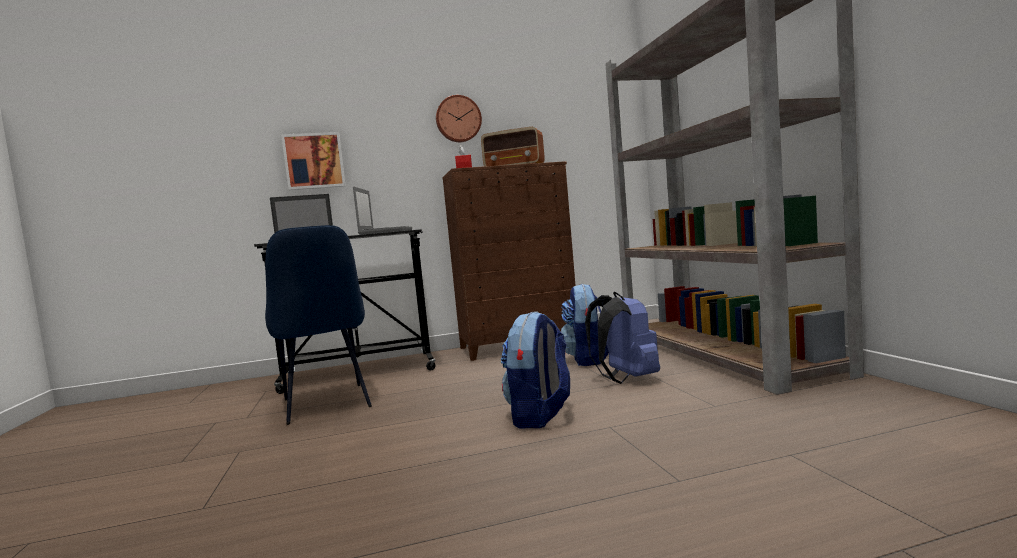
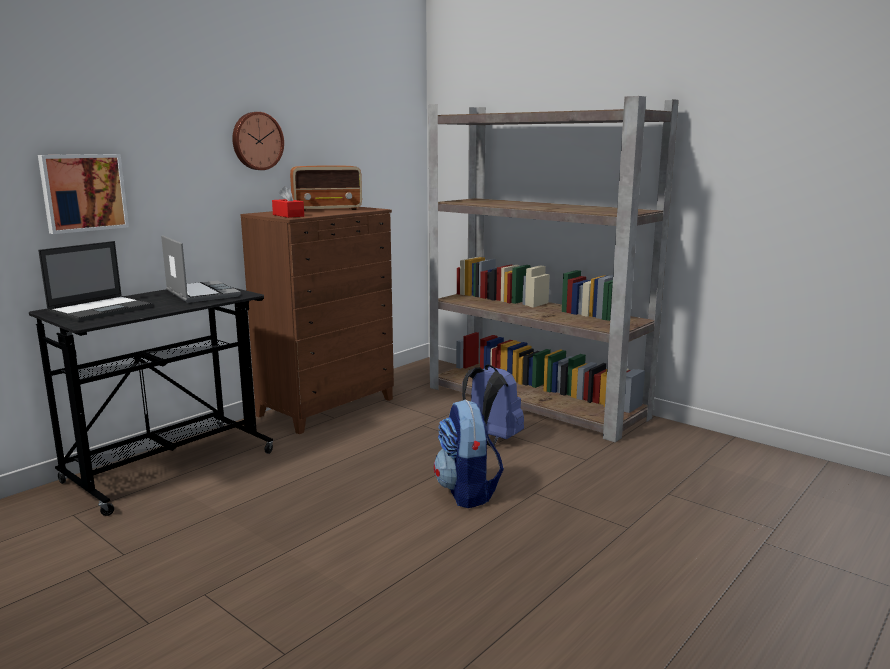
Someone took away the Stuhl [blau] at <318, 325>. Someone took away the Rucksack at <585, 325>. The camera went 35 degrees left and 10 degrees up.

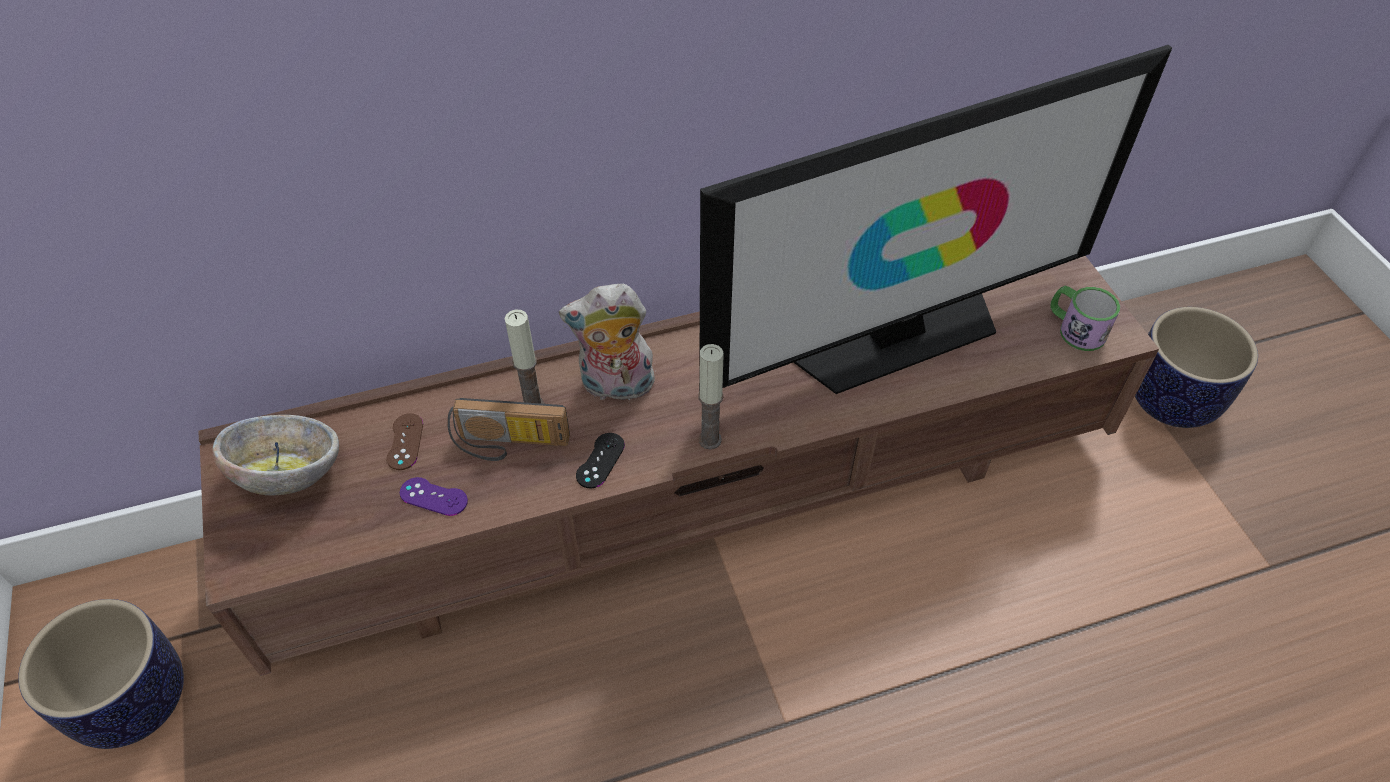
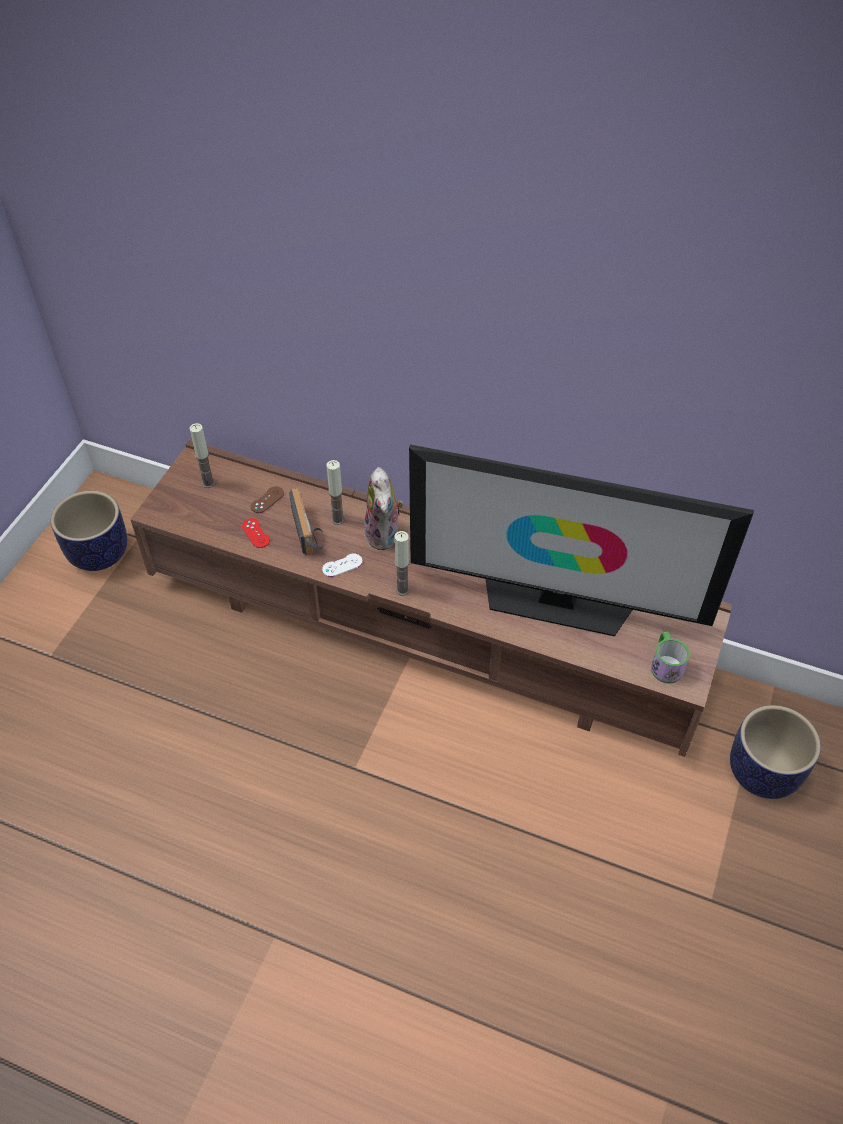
Someone swapped the Schüssel at <276, 455> for the Kerze at <202, 455>. Someone repainted the Gamepad [lila] at <434, 496>, which became the Gamepad [rot] at <256, 533>. Someone rotated the Radio at <509, 429> by 150 degrees counterclockwise. Someone repainted the Gamepad [schwarz] at <600, 460>, which became the Gamepad [weiß] at <342, 565>. Someone rotated the Plüschtier at <607, 342> by 135 degrees counterclockwise. The camera went 40 degrees right and 0 degrees up.

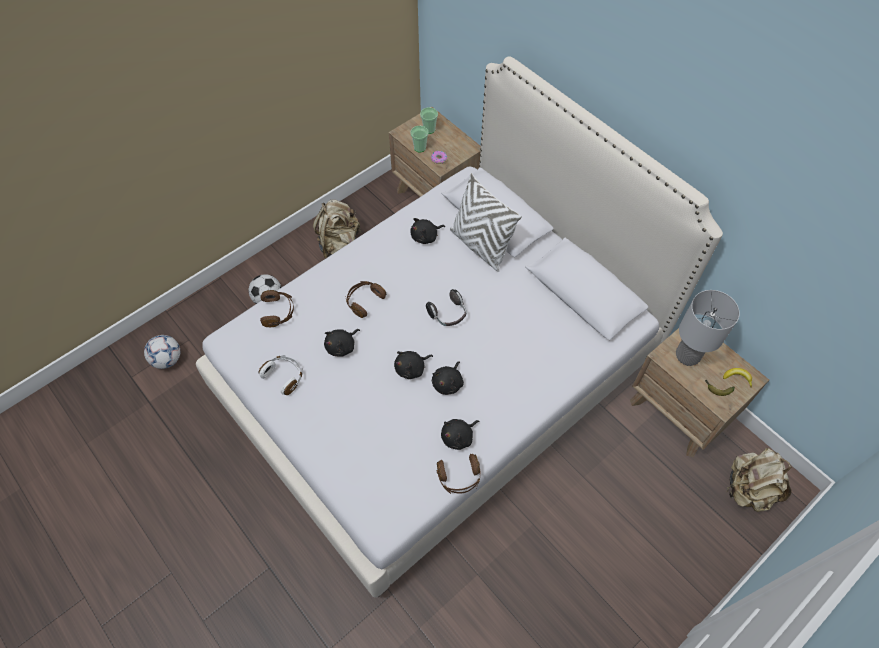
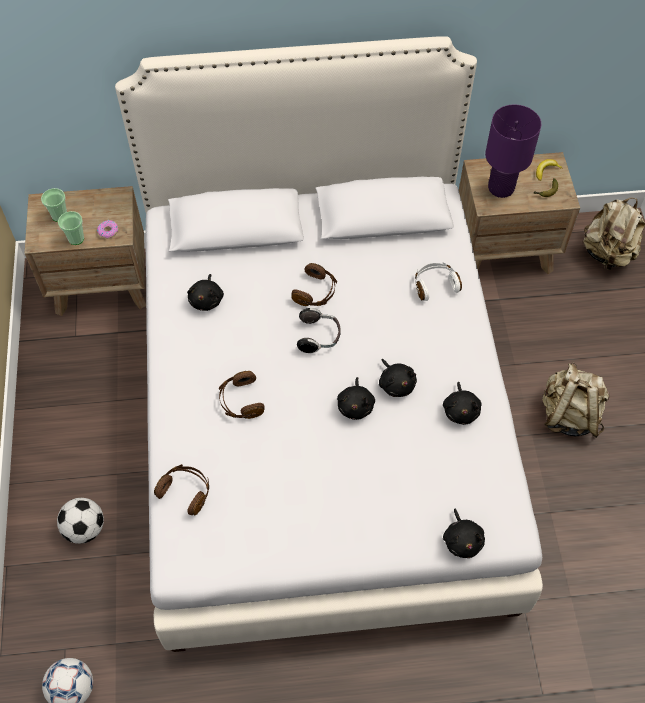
Someone carried the Kopfhörer [braun] from <458, 474> to <314, 284>. Someone carried the Kopfhörer [weiß] from <280, 375> to <438, 281>. Someone carried the Plüschtier [schwarz] from <342, 343> to <464, 533>. Someone repainted the Tischlampe [grau] at <708, 328>, which became the Tischlampe [lila] at <513, 151>. Someone carried the Rucksack [beige] from <337, 229> to <575, 400>. Someone took away the Kissen [weiß] at <486, 222>. The camera went 55 degrees left and 0 degrees up.

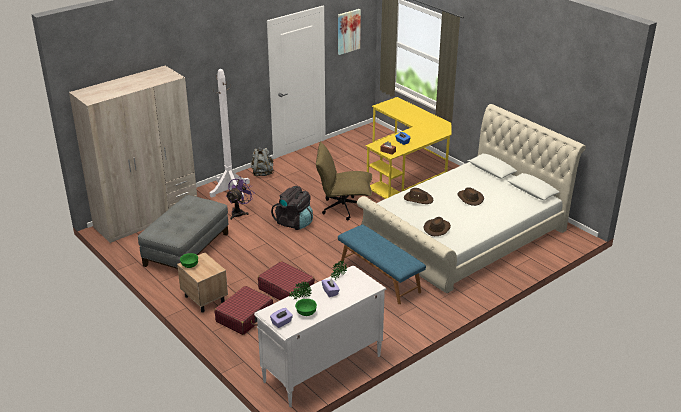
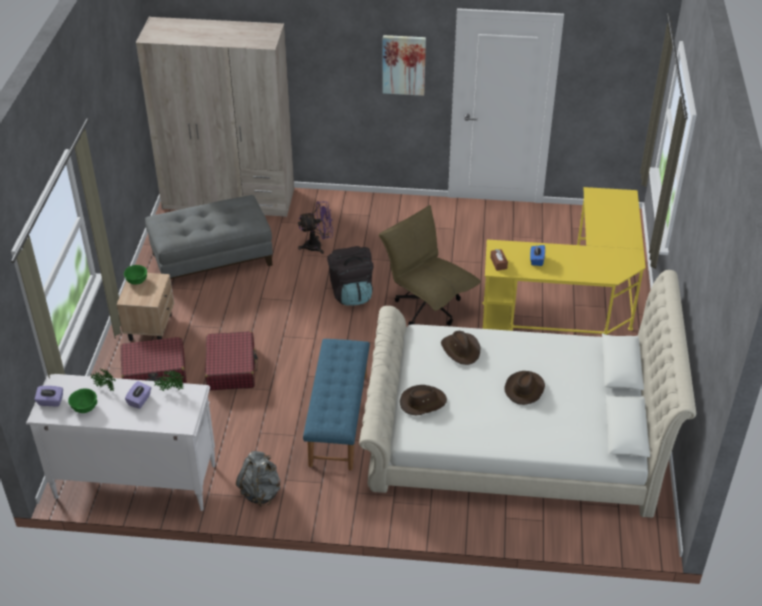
Someone carried the Rucksack [grau] from <262, 162> to <258, 479>. Someone carried the Bild from <349, 32> to <404, 65>. Someone took away the Kleiderständer [weiß] at <229, 133>. The camera went 45 degrees right and 10 degrees up.

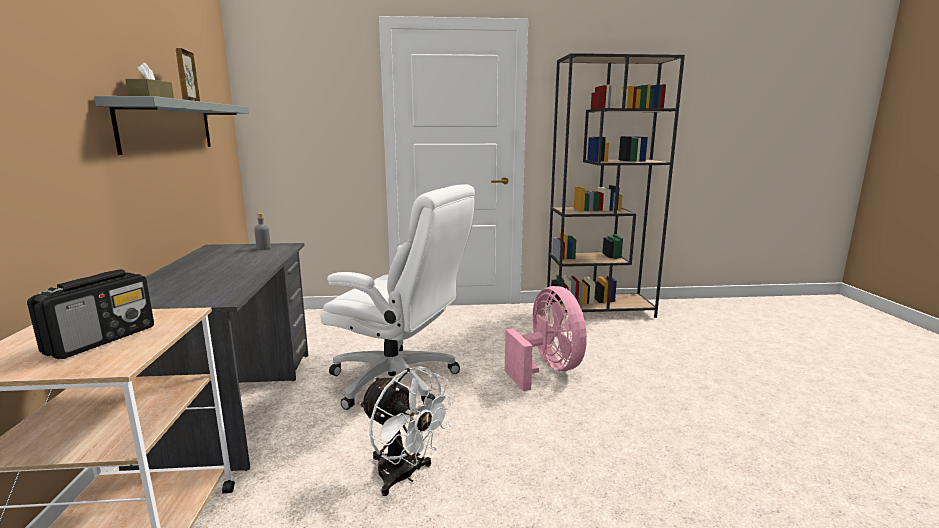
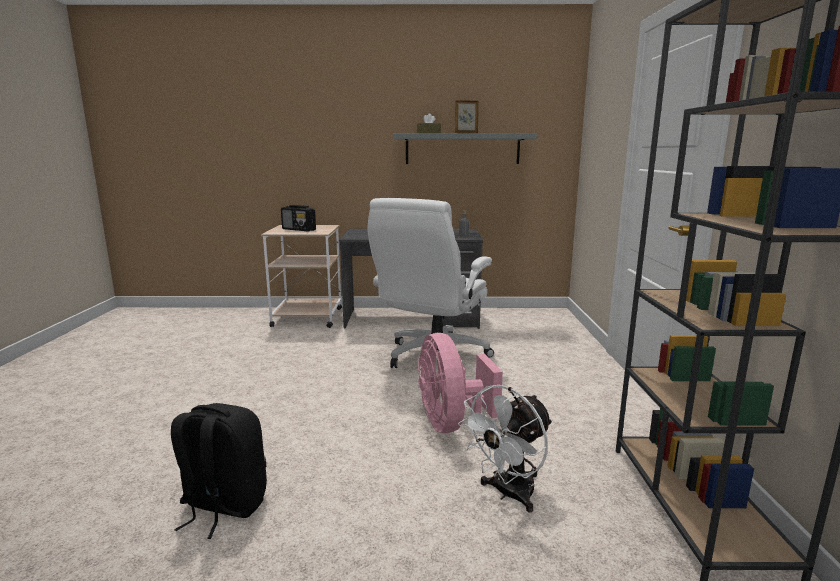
Someone put down the Rucksack [schwarz] at <219, 471>. Someone rotated the Ventilator [rosa] at <546, 338> by 90 degrees clockwise. Someone carried the Ventilator [weiß] from <407, 431> to <505, 449>. The camera went 95 degrees right and 0 degrees up.

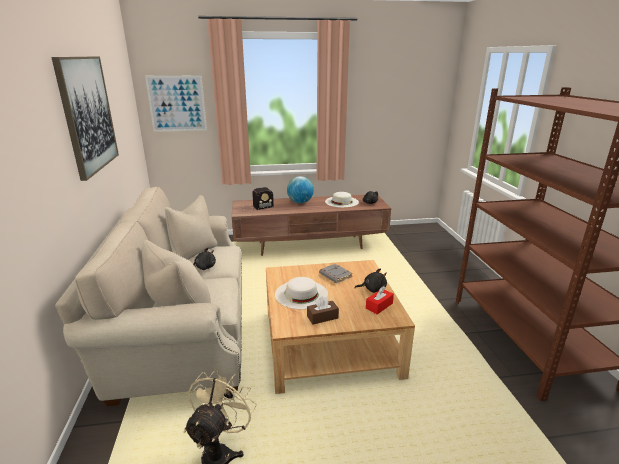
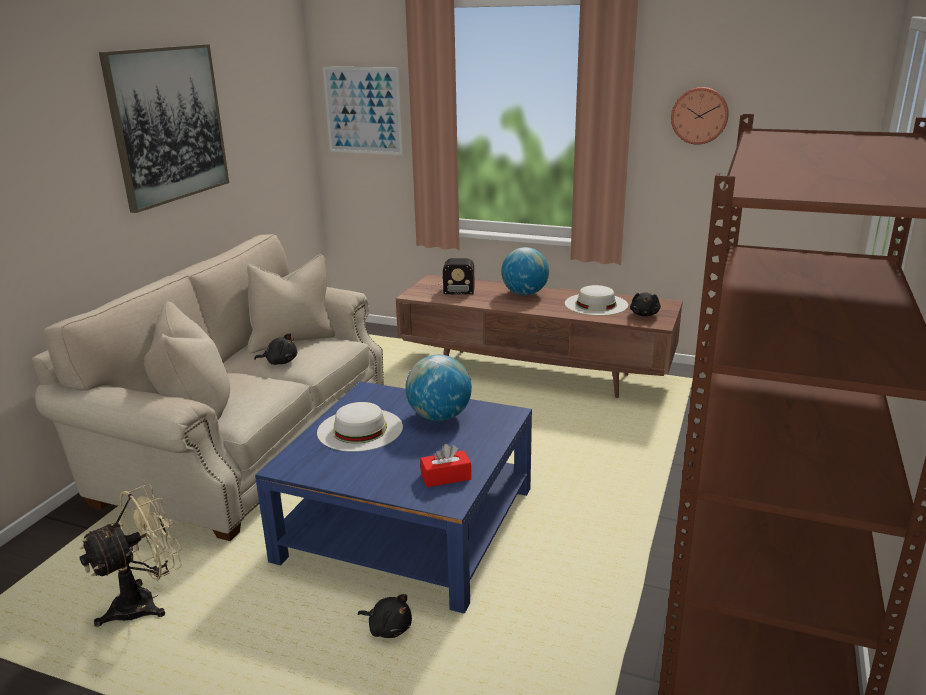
Someone repainted the Couchtisch [beige] at <340, 327>, which became the Couchtisch [blau] at <393, 497>. Someone carried the Plüschtier [schwarz] from <371, 280> to <385, 616>. Someone swapped the Buch [grau] at <335, 273> for the Globus at <438, 388>. Someone put up the Wanduhr at <700, 116>. Someone took away the Taschentuchbox [braun] at <323, 310>. The camera went 30 degrees right and 0 degrees up.

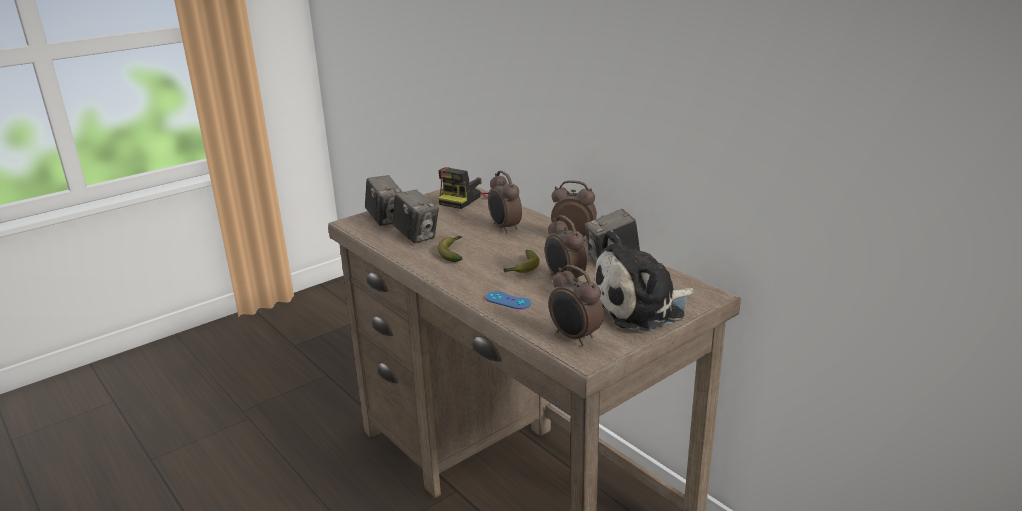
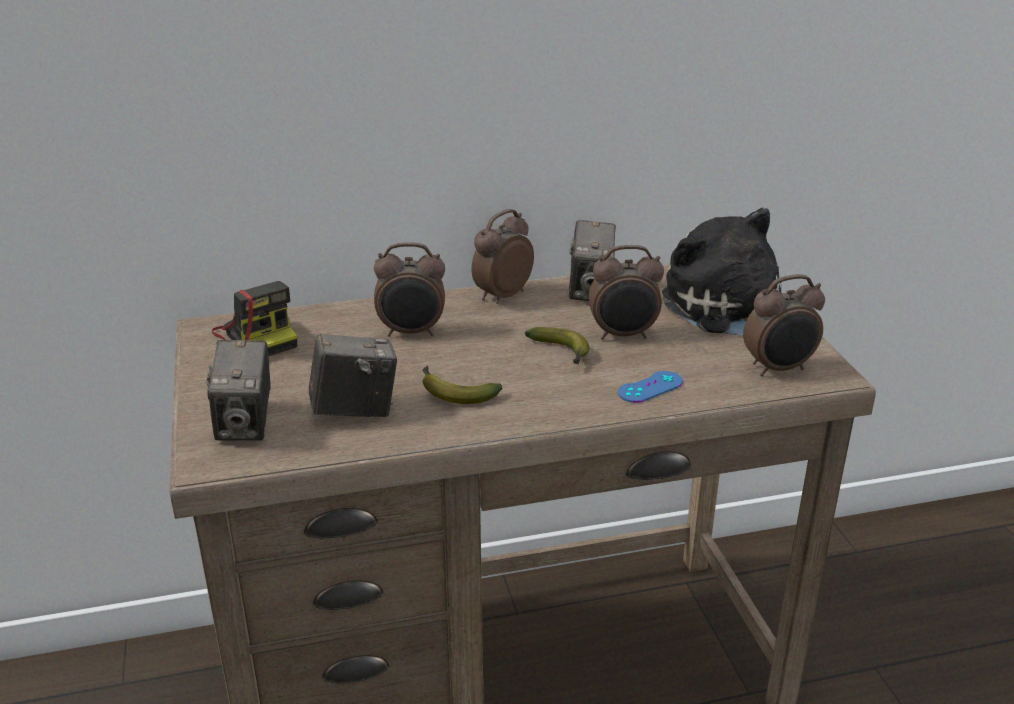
Someone rotated the Kamera at <383, 200> by 90 degrees clockwise. Someone rotated the Plüschtier at <644, 280> by 150 degrees clockwise. The camera went 65 degrees left and 5 degrees up.

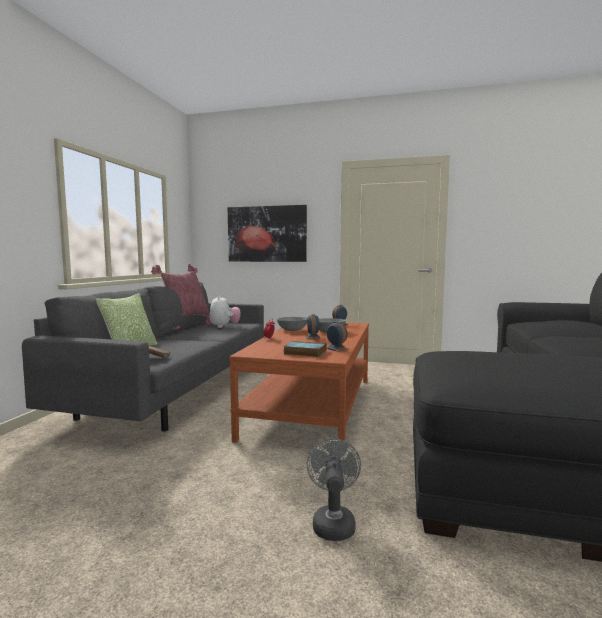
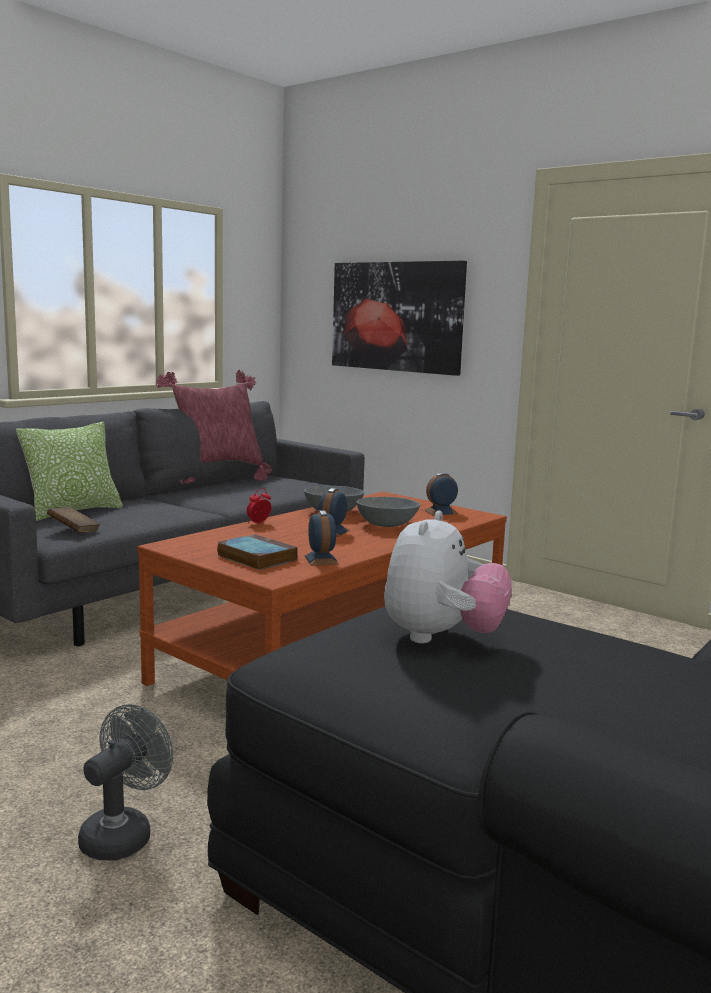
Someone carried the Plüschtier from <225, 311> to <448, 576>. The camera went 25 degrees right and 5 degrees up.

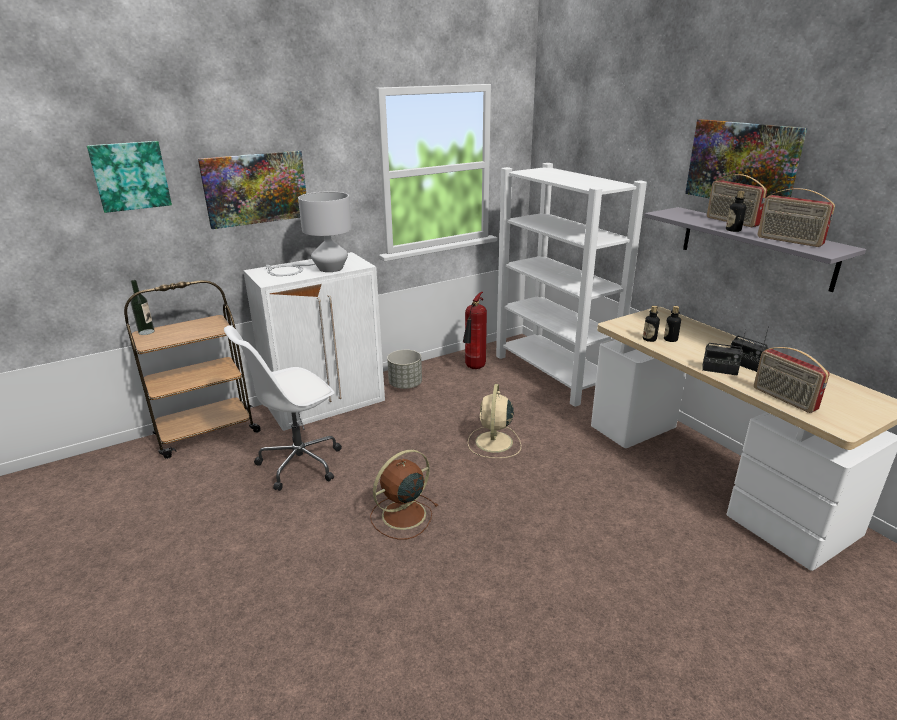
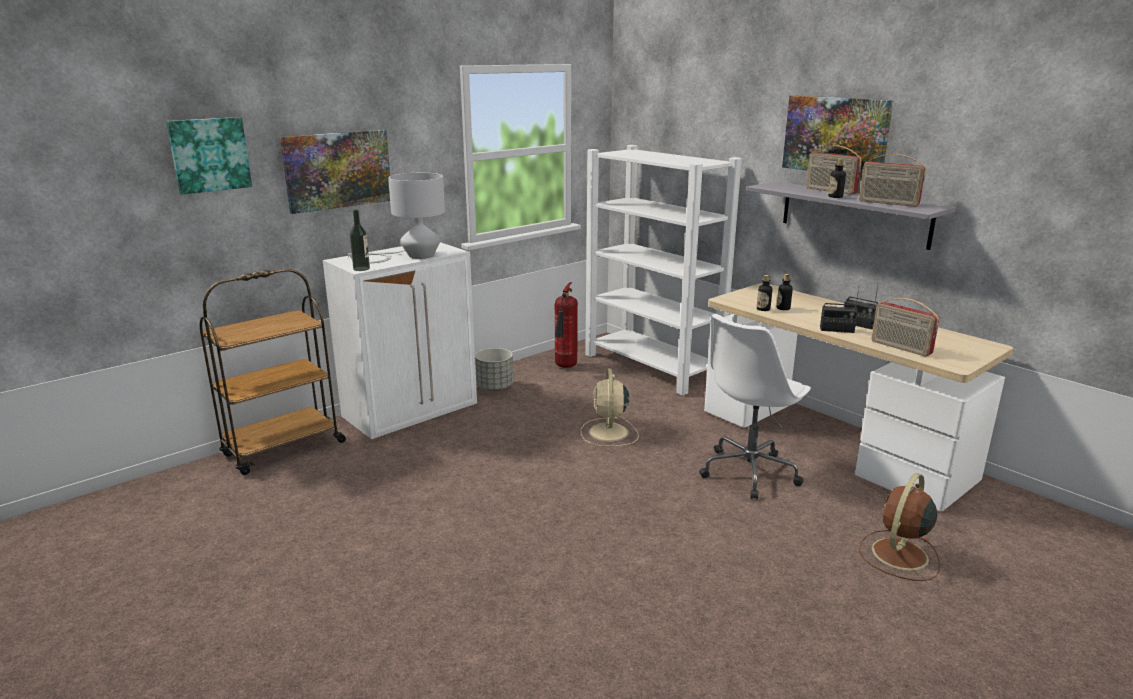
Someone carried the Flasche from <143, 307> to <360, 240>. Someone carried the Bürostuhl [weiß] from <283, 408> to <755, 406>. Someone carried the Ventilator [braun] from <404, 495> to <899, 527>. The camera went 10 degrees left and 5 degrees down.

